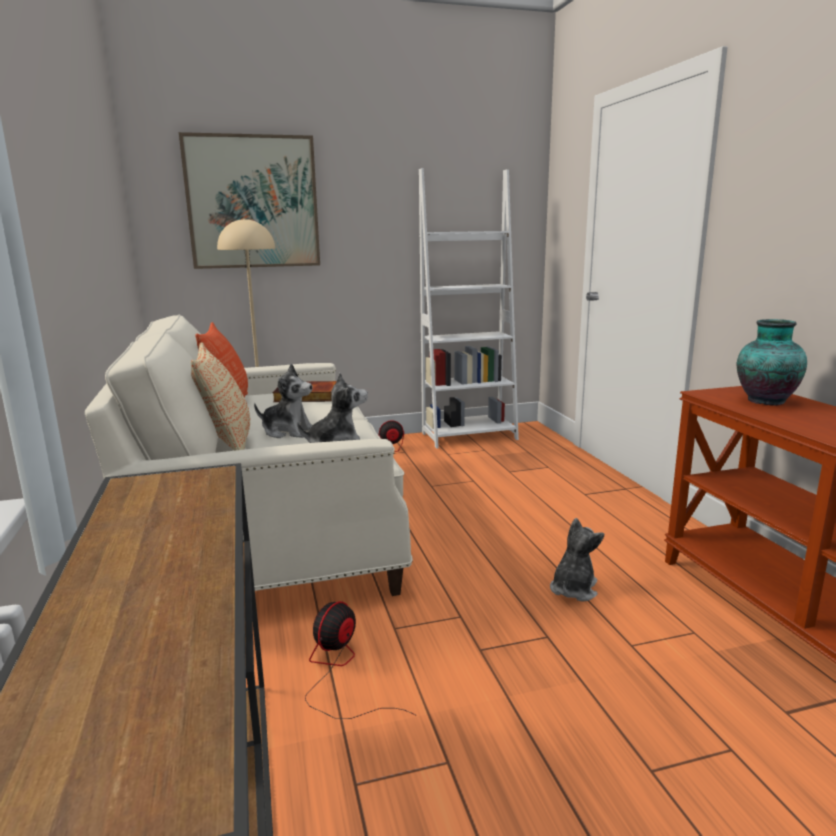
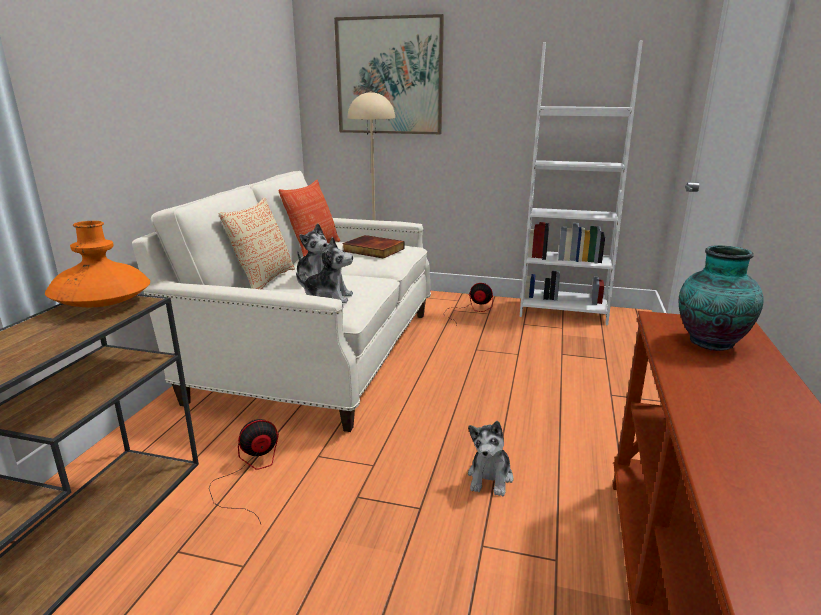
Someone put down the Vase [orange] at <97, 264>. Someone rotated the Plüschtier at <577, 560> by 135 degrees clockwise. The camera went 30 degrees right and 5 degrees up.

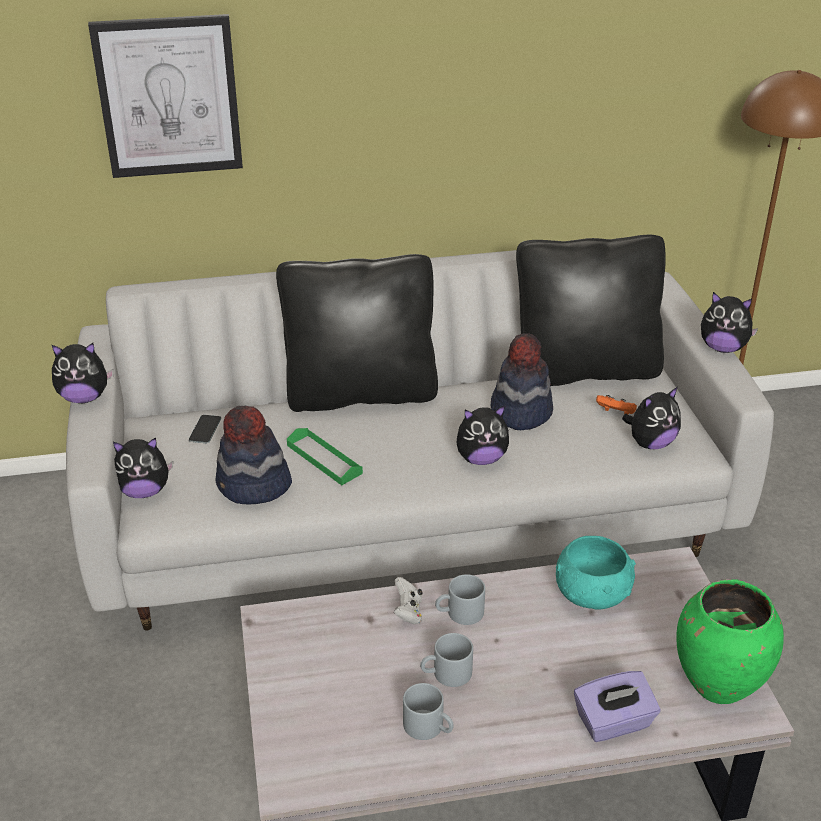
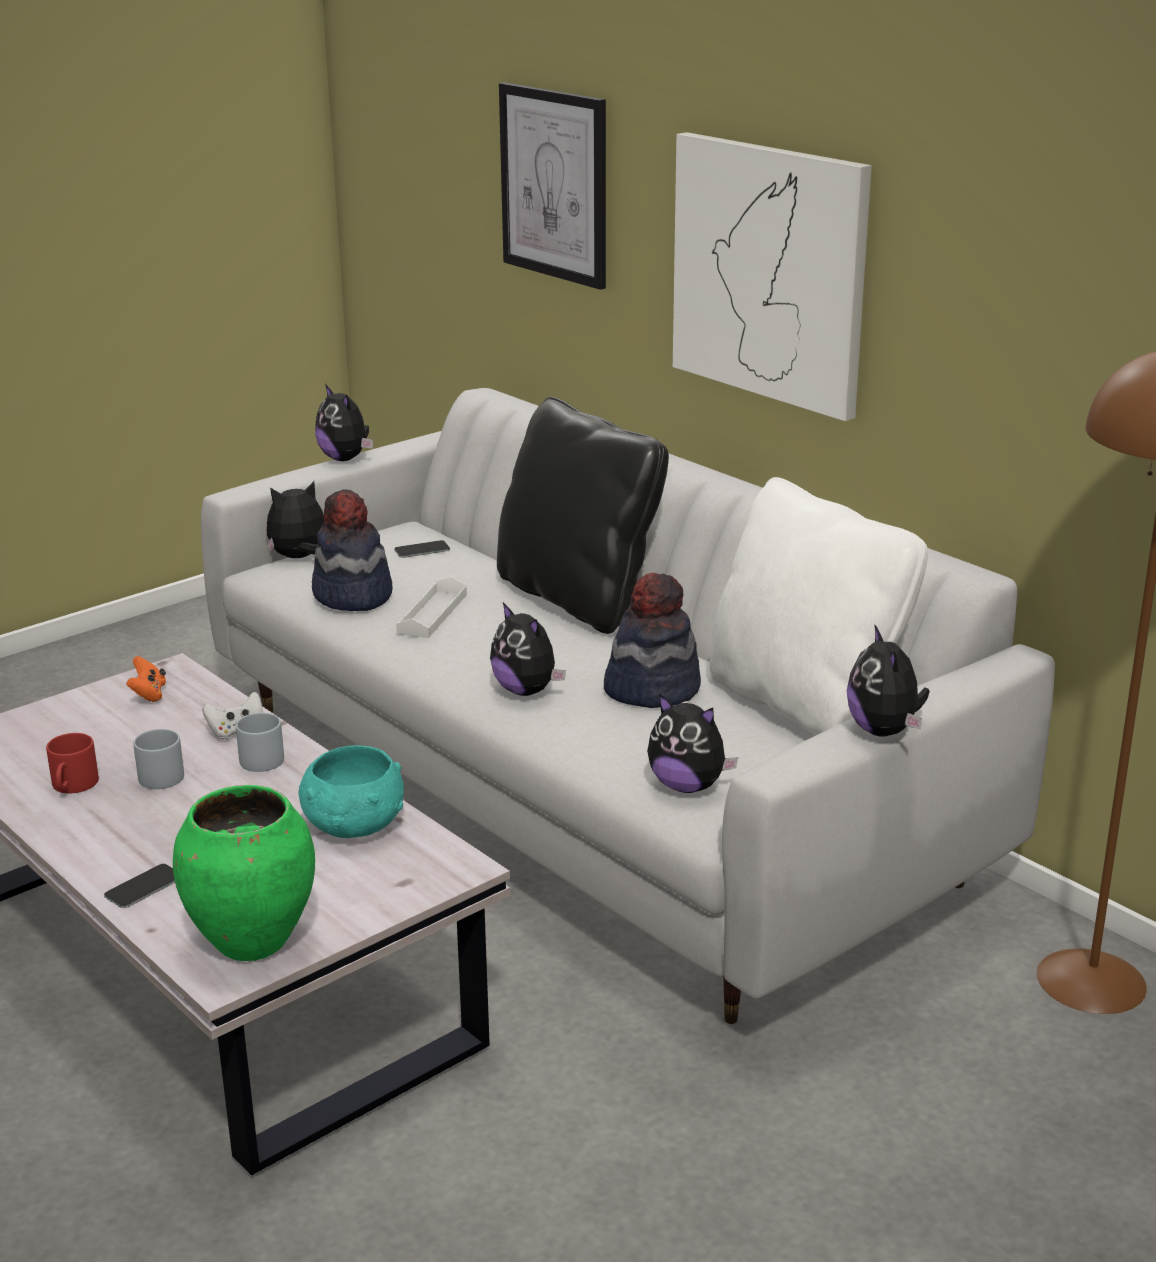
Someone repainted the Henkelbecher [grau] at <428, 711>, which became the Henkelbecher [rot] at <72, 763>. Someone swapped the Taschentuchbox [lila] at <617, 706> for the Handy at <139, 886>. Someone carried the Gamepad [orange] from <616, 405> to <146, 679>. Someone rotated the Plüschtier at <143, 467> by 105 degrees clockwise. Someone repainted the Tablett [grün] at <325, 456>, which became the Tablett [weiß] at <431, 607>. Someone put up the Bild at <772, 276>. Someone repainted the Kissen [schwarz] at <591, 310>, which became the Kissen [weiß] at <819, 606>. The camera went 60 degrees right and 10 degrees down.

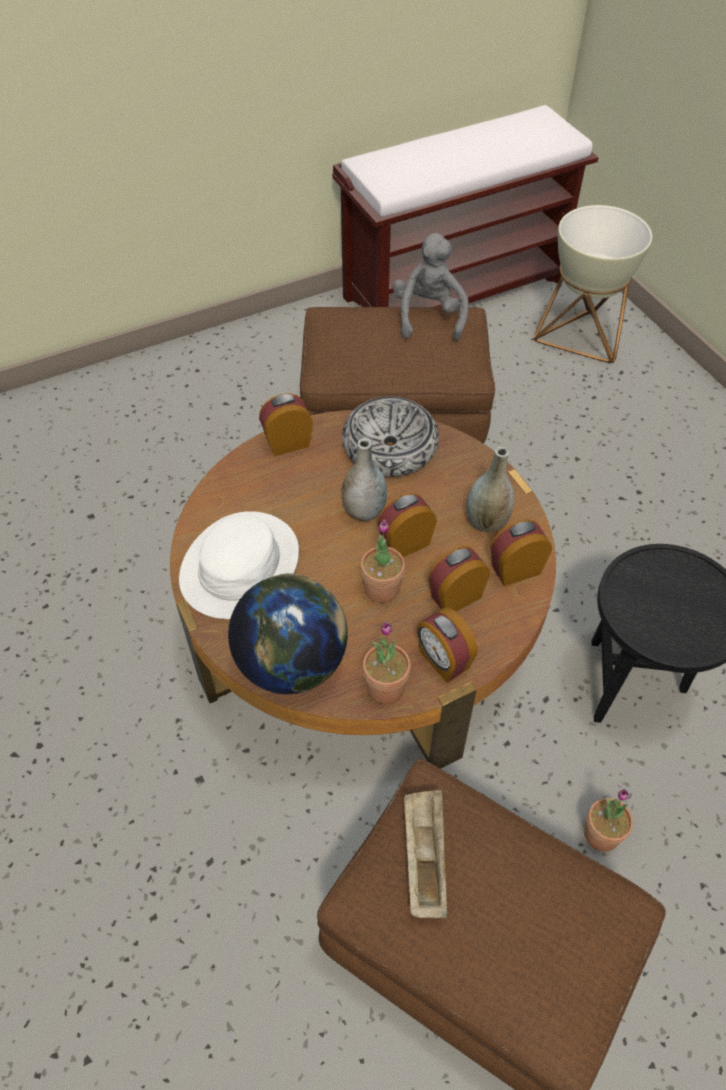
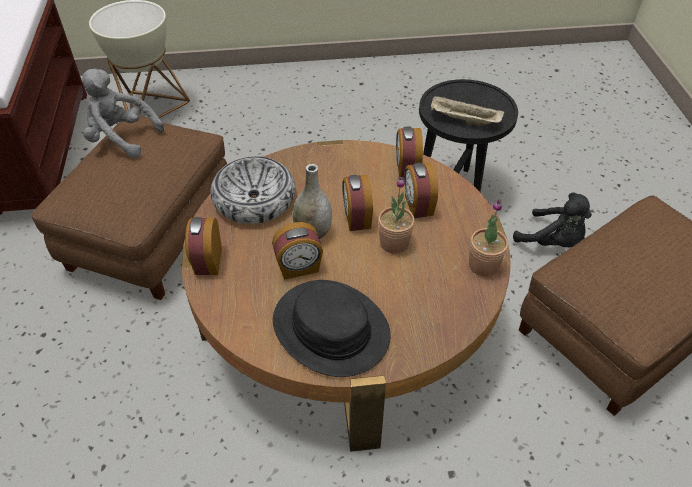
Someone carried the Wecker from <447, 645> to <297, 251>. Someone repainted the Hut [weiß] at <239, 565>, which became the Hut [schwarz] at <332, 328>. Someone carried the Tablett [beige] from <425, 854> to <467, 110>. Someone swapped the Topfpflanze at <608, 820> for the Plüschtier [schwarz] at <552, 220>. Someone took away the Globus at <288, 633>. Someone took away the Vase [grau] at <490, 489>. The camera went 70 degrees left and 5 degrees down.

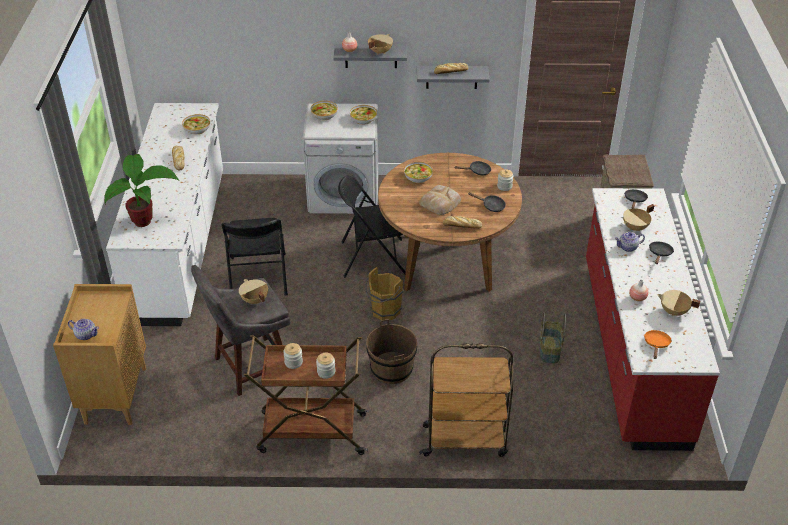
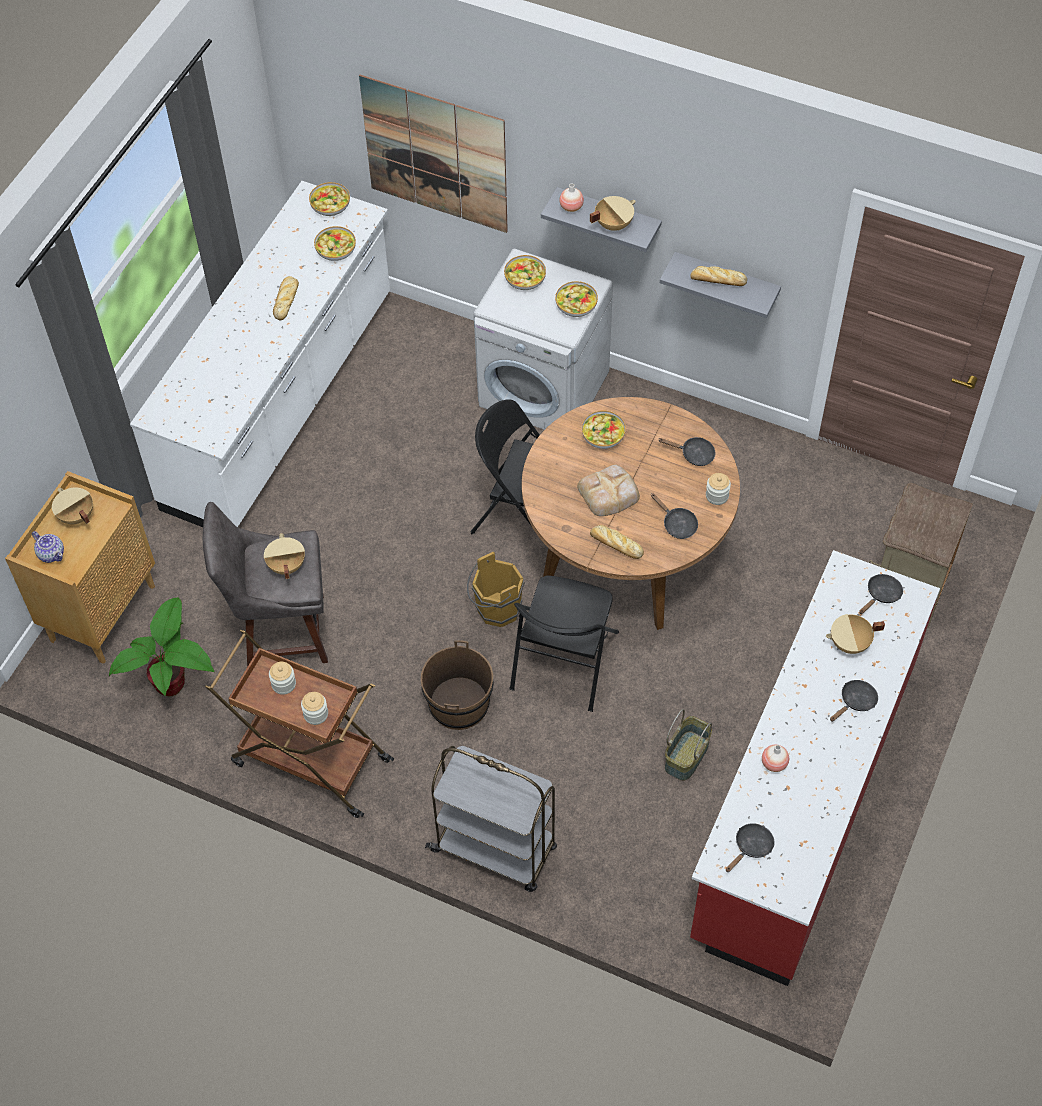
Someone carried the Kochtopf [beige] from <679, 303> to <72, 506>. Someone carried the Topfpflanze from <141, 190> to <162, 647>. Someone put down the Schüssel at <329, 199>. Someone put up the Bild at <433, 154>. Someone repainted the Rollwagen [braun] at <466, 400>, which became the Rollwagen [grau] at <491, 819>. Someone carried the Stuhl [schwarz] from <254, 257> to <564, 644>. Someone repainted the Pfanne [orange] at <658, 344>, which became the Pfanne [schwarz] at <750, 847>. Someone took away the Teekanne at <630, 242>. The camera went 25 degrees right and 15 degrees up.

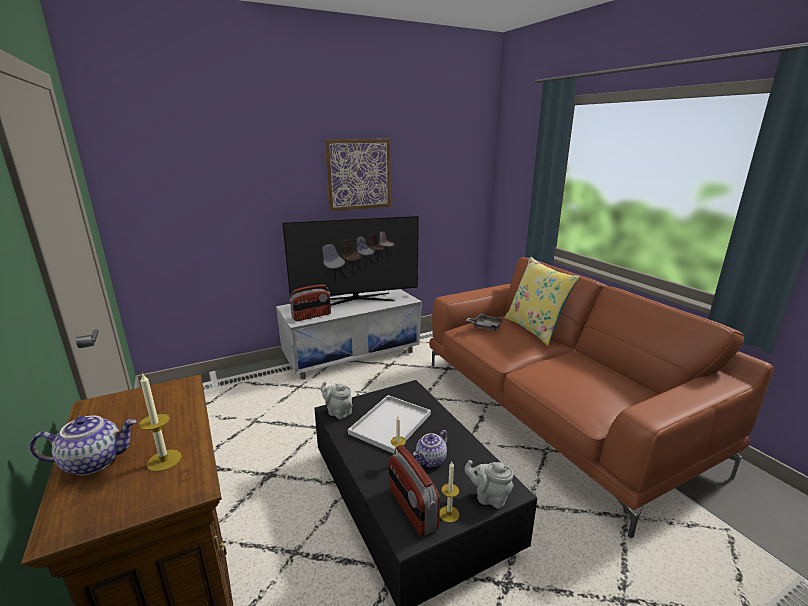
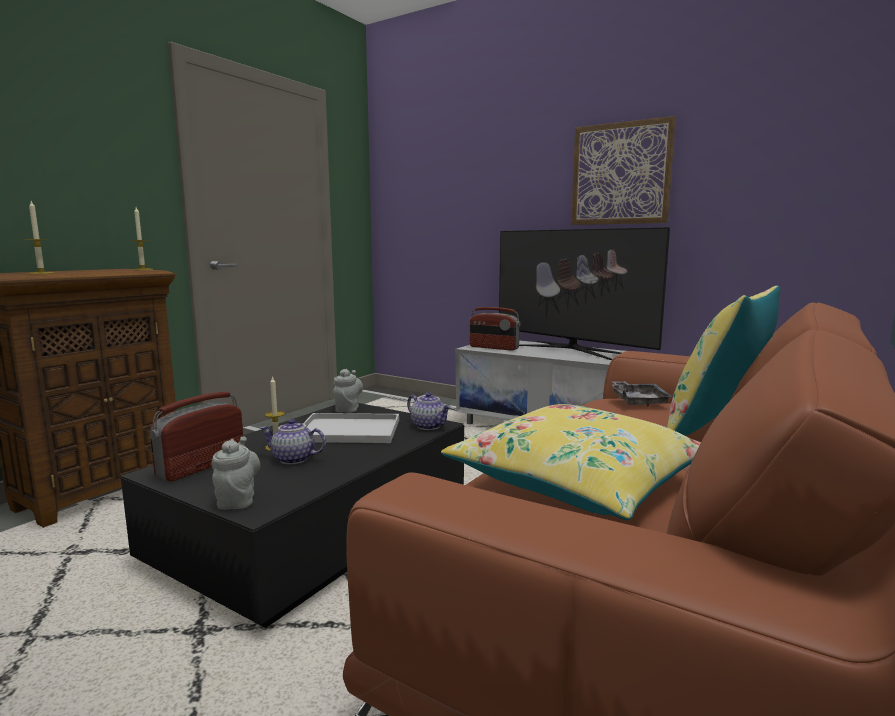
Someone carried the Kerze from <449, 492> to <141, 238>. Someone carried the Teekanne from <83, 446> to <429, 411>. Someone put down the Kissen [gelb] at <571, 462>. The camera went 60 degrees right and 10 degrees down.

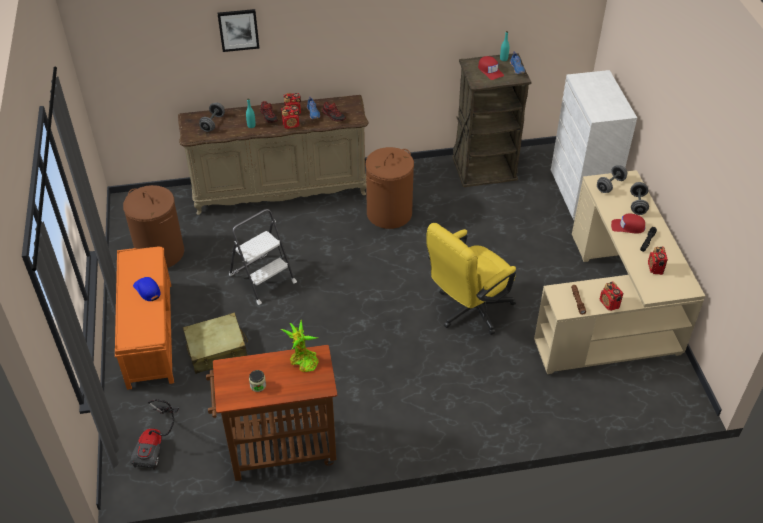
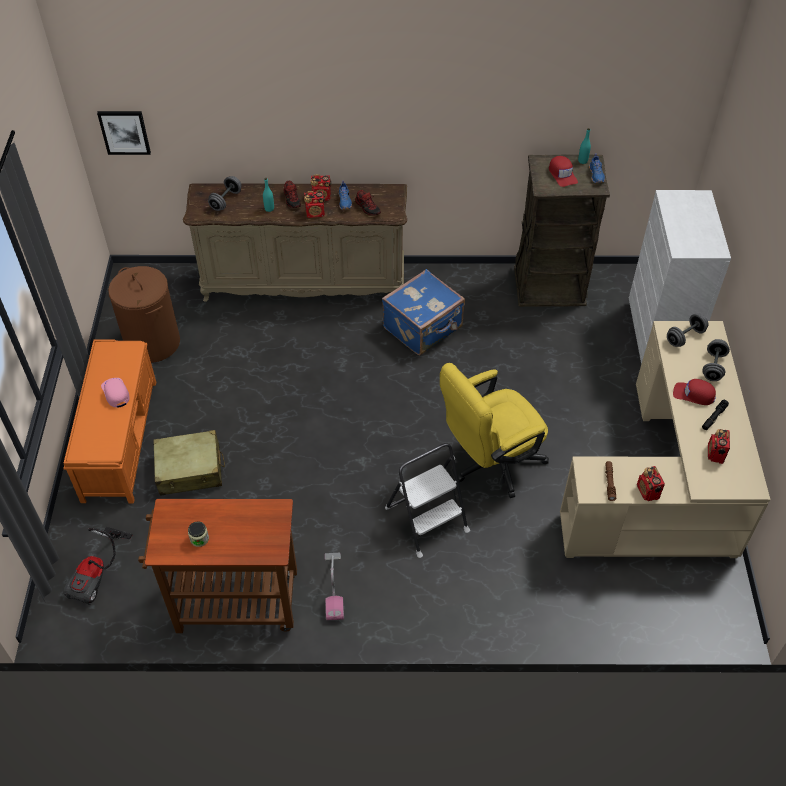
Someone carried the Bild from <238, 30> to <124, 133>. Someone repainted the Kappe [blau] at <147, 289>, which became the Kappe [rosa] at <115, 393>. Someone put down the Staubsauger at <334, 587>. Someone swapped the Wäschekorb [braun] at <390, 188> for the Koffer [blau] at <423, 312>. Someone carried the Trittleiter [weiß] from <263, 257> to <427, 500>. Someone took away the Topfpflanze at <300, 346>. The camera went 10 degrees right and 5 degrees up.

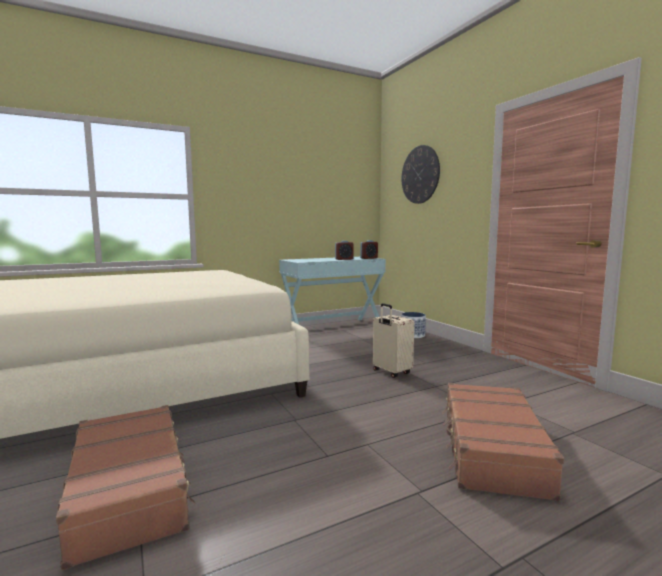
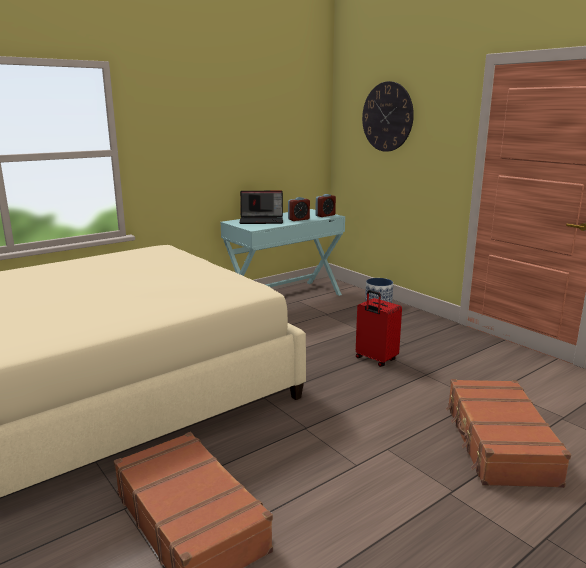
Someone put down the Laptop at <261, 207>. Someone repainted the Koffer [beige] at <393, 340>, which became the Koffer [rot] at <379, 328>. The camera went 10 degrees left and 10 degrees up.

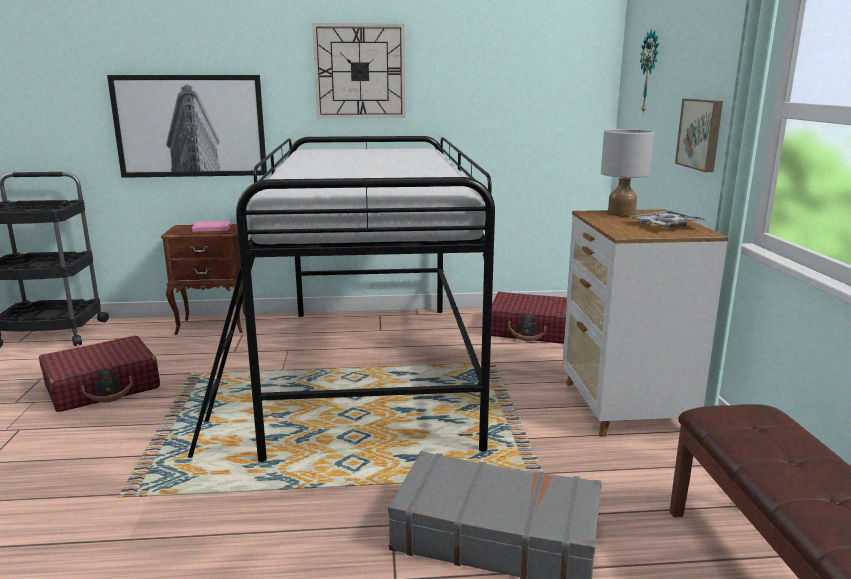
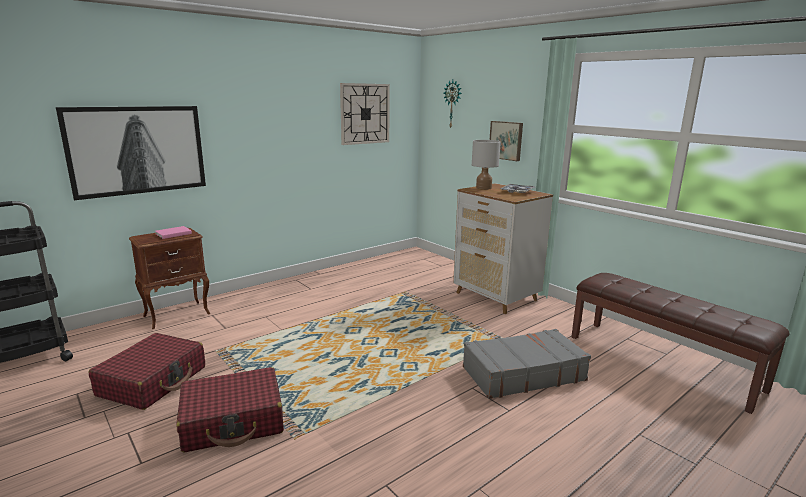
Someone carried the Koffer [rot] from <529, 318> to <230, 409>. Someone carried the Wanduhr from <358, 70> to <365, 114>. Someone took away the Bett [schwarz] at <341, 299>. The camera went 35 degrees left and 0 degrees up.

